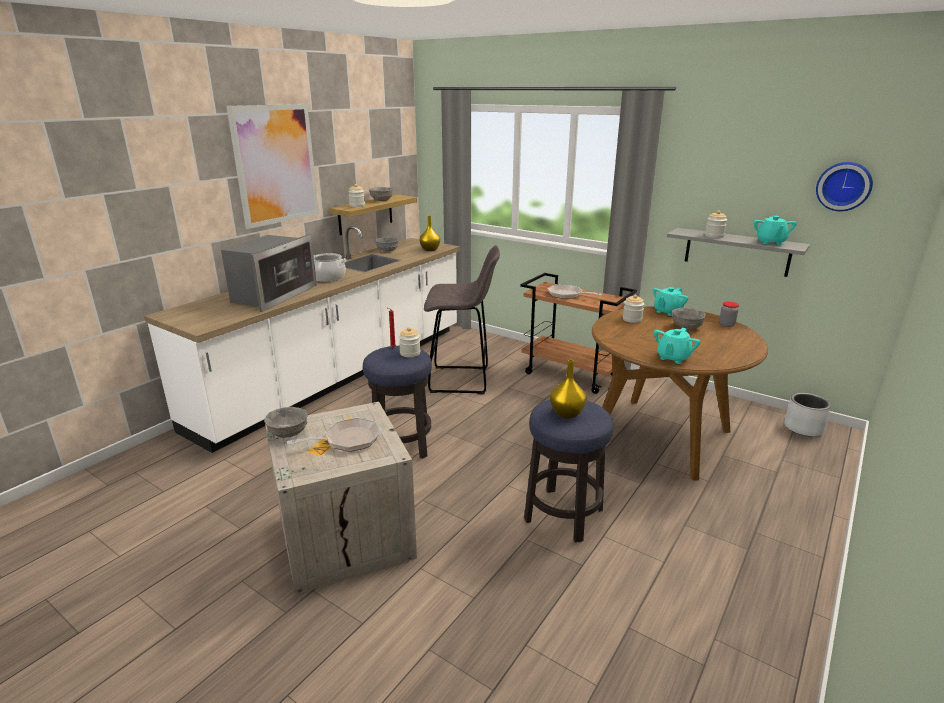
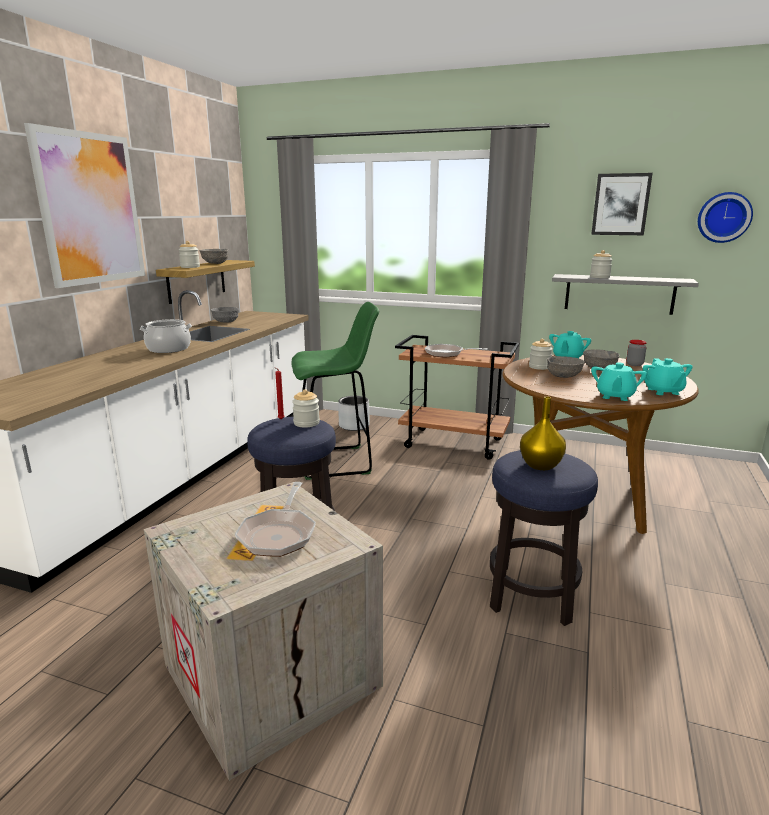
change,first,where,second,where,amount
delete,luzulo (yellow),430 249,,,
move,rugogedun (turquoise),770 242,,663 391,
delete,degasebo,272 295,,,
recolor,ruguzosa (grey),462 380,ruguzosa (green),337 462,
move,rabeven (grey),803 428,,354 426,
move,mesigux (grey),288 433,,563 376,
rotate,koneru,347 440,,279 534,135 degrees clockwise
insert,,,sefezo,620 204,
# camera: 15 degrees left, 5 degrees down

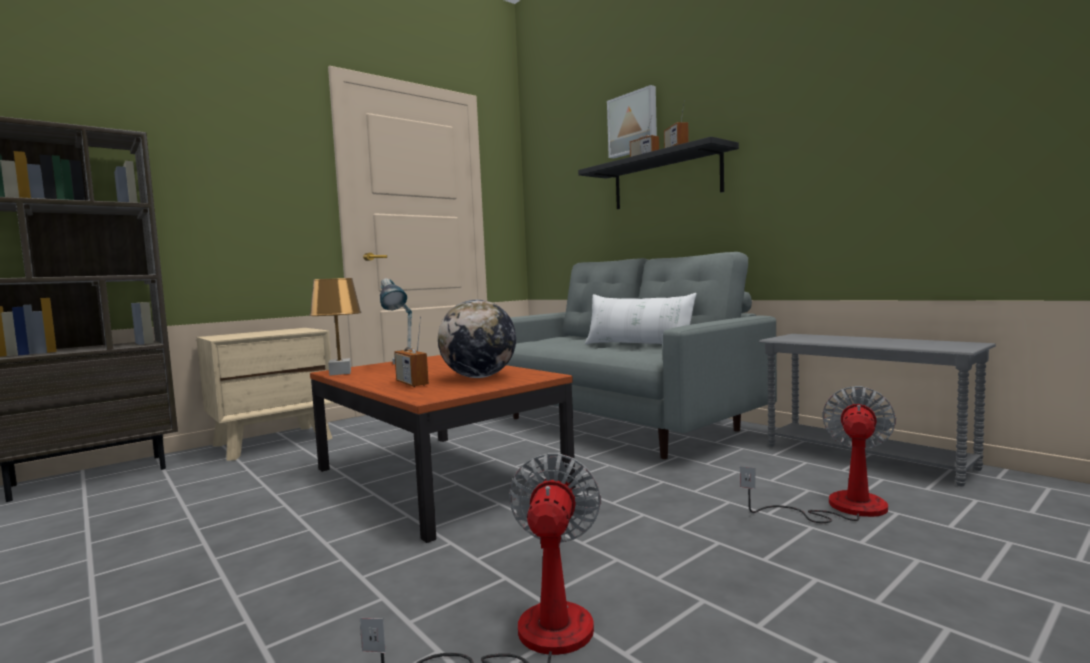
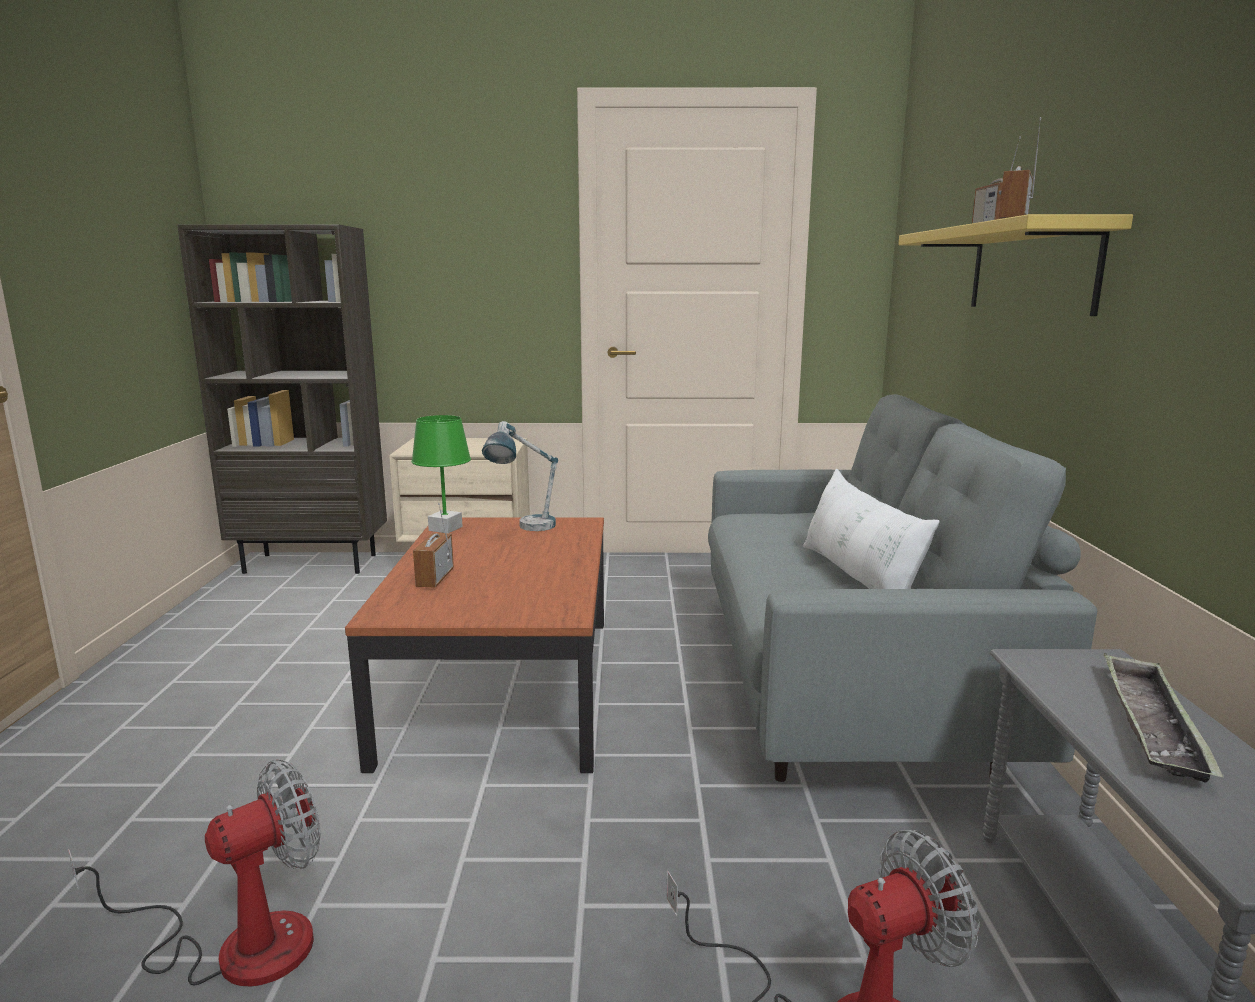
change,first,where,second,where,amount
delete,sefezo,633 124,,,
recolor,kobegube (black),665 180,kobegube (yellow),1031 269,
recolor,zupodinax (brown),340 373,zupodinax (green),445 529,
delete,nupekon,479 377,,,
insert,,,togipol,1151 724,
# camera: 40 degrees right, 10 degrees up

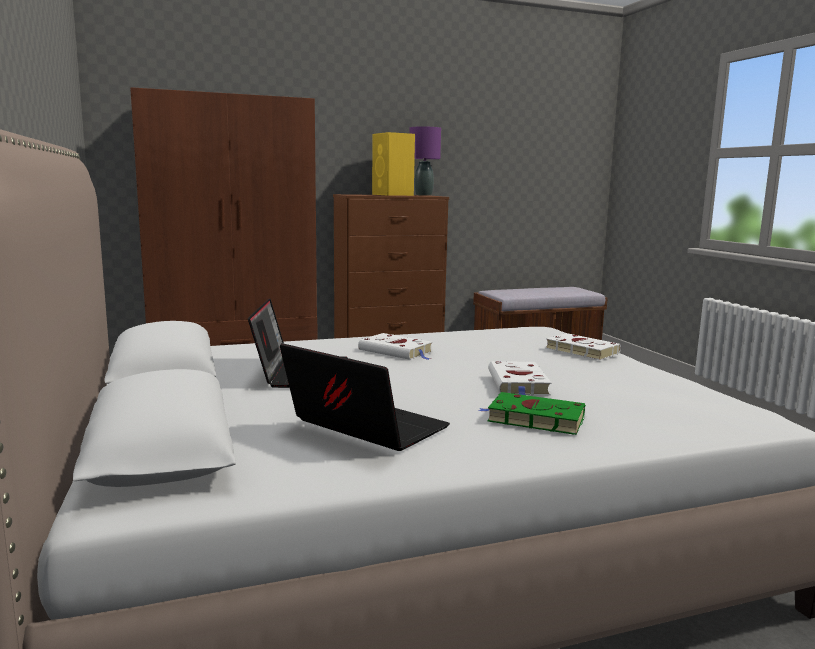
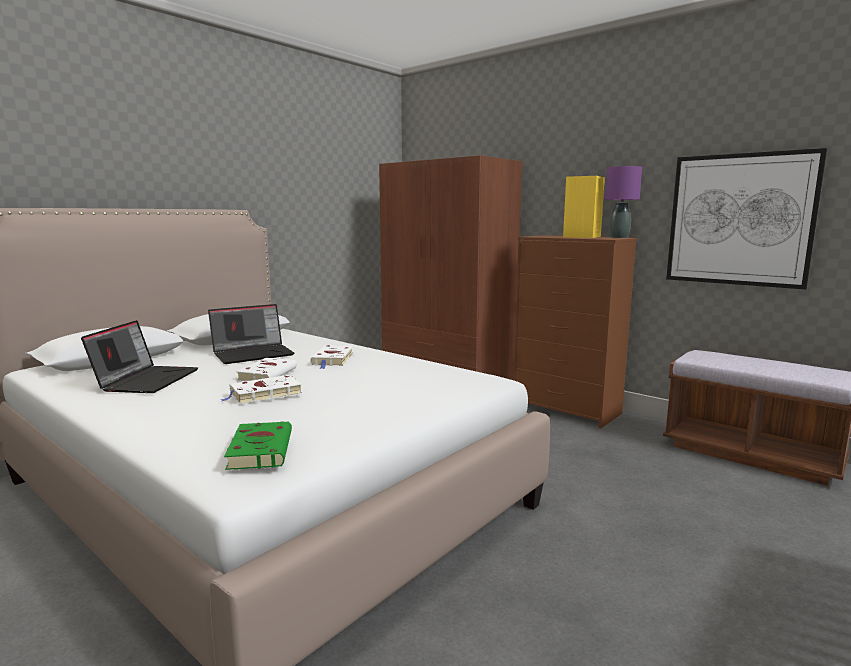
change,first,where,second,where,amount
move,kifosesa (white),579 351,,268 374,
move,kifosesa (green),533 419,,260 449,
insert,,,sefezo,739 220,
# camera: 60 degrees right, 0 degrees up

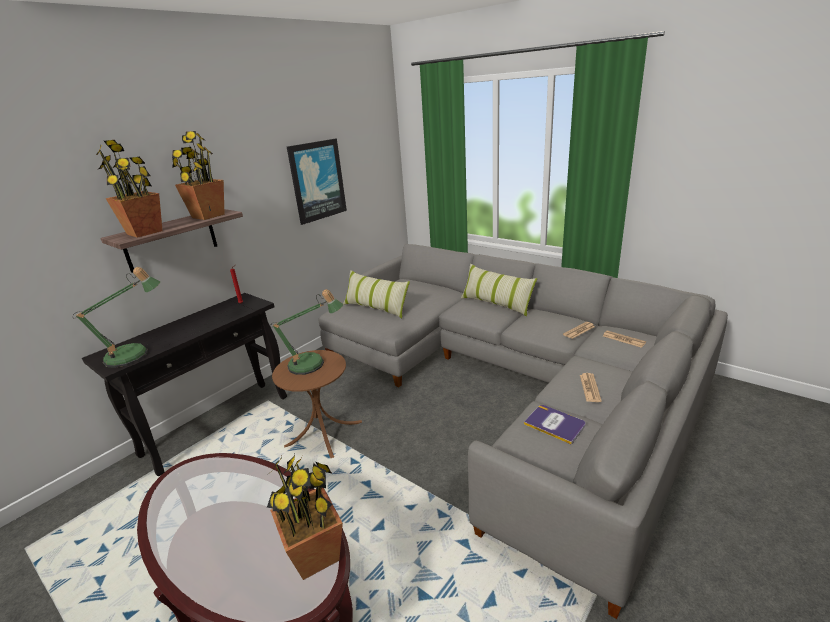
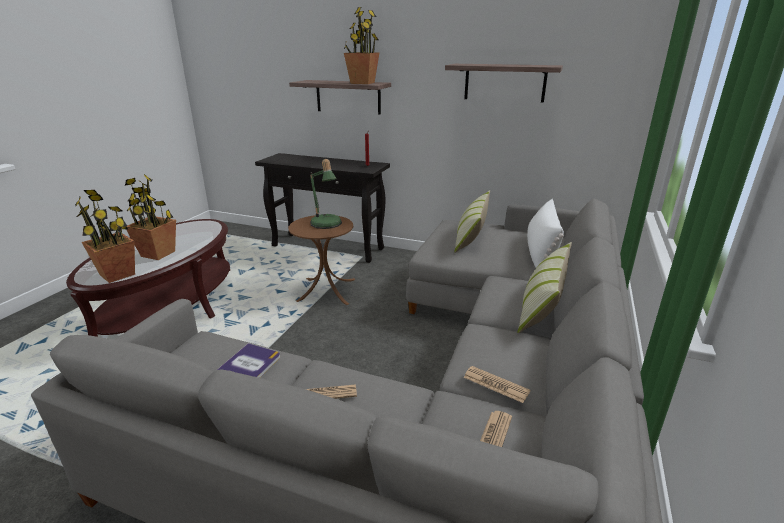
change,first,where,second,where,amount
replace,sefezo,317 181,kobegube,504 82,
move,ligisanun,145 232,,158 254,
delete,zupodinax,134 355,,,
insert,,,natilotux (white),541 251,
# camera: 70 degrees right, 0 degrees up

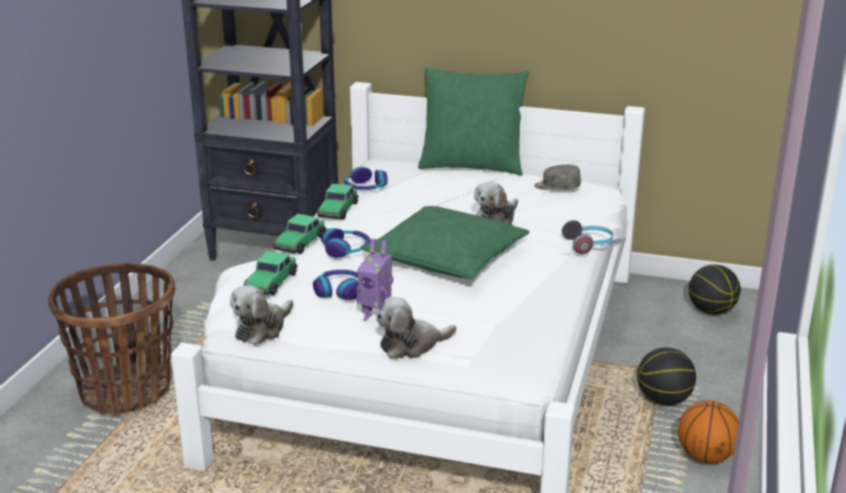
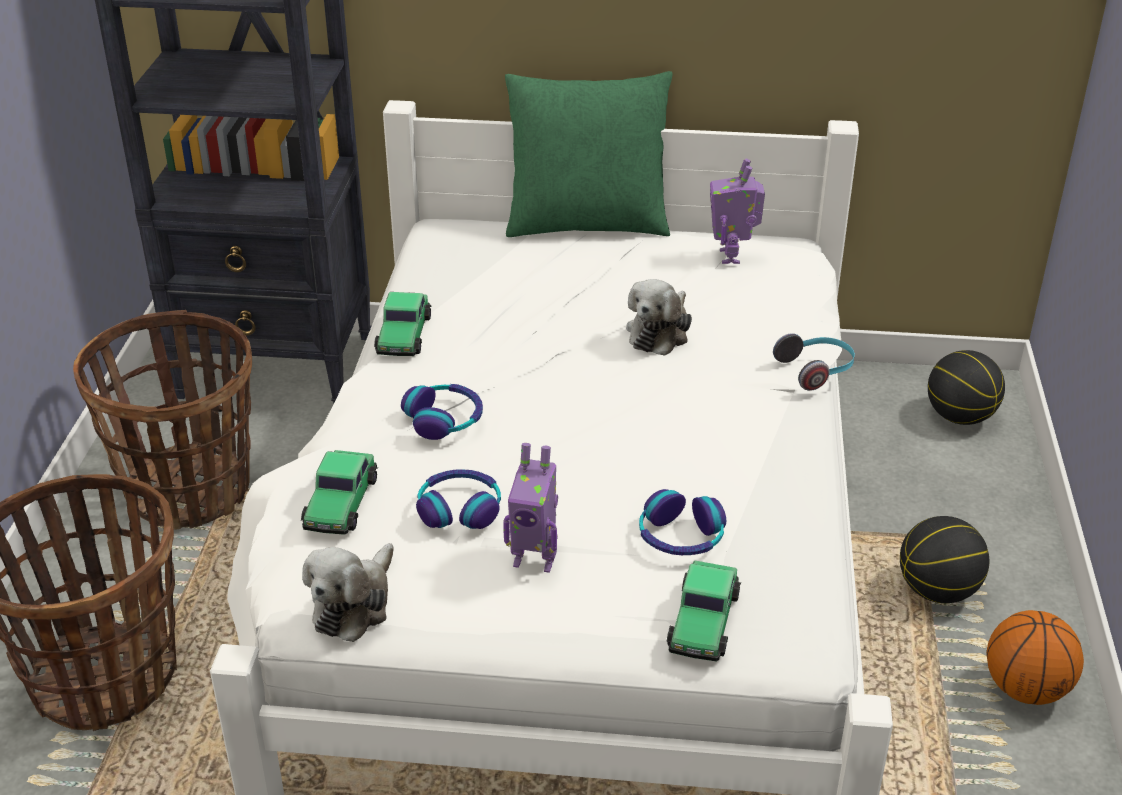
change,first,where,second,where,amount
replace,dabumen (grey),557 187,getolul,731 256,
move,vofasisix,365 187,,680 537,
delete,natilotux (green),446 257,,,
move,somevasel,300 242,,703 621,
delete,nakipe,412 345,,,
insert,,,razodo,189 490,
# camera: 10 degrees left, 10 degrees up

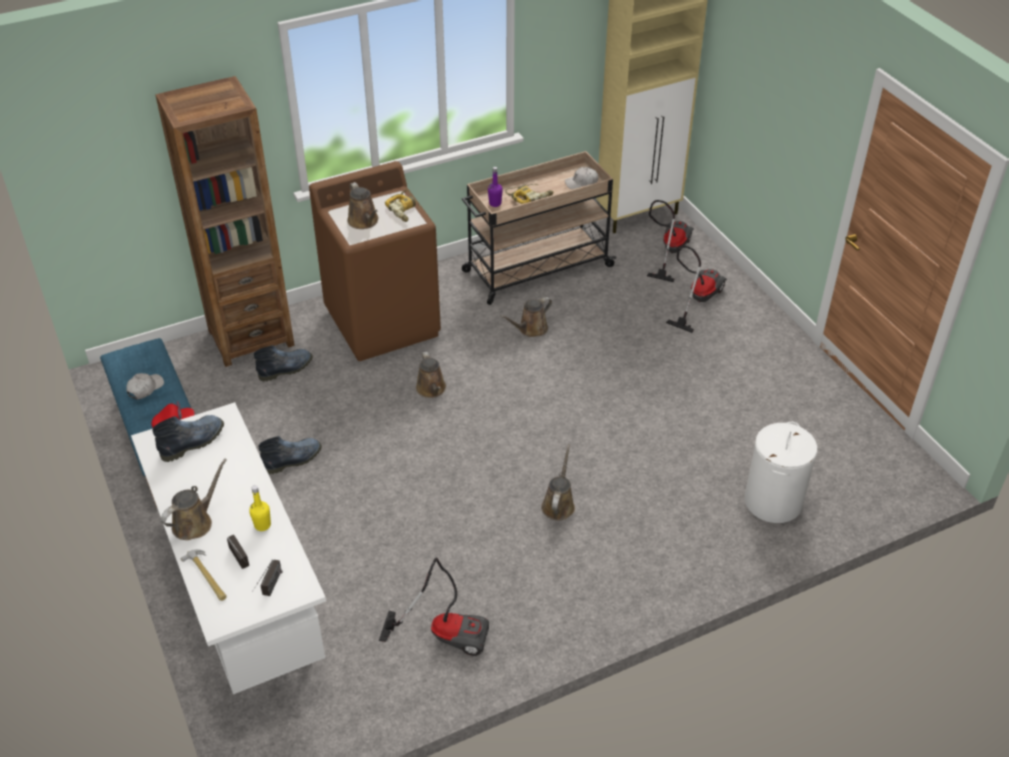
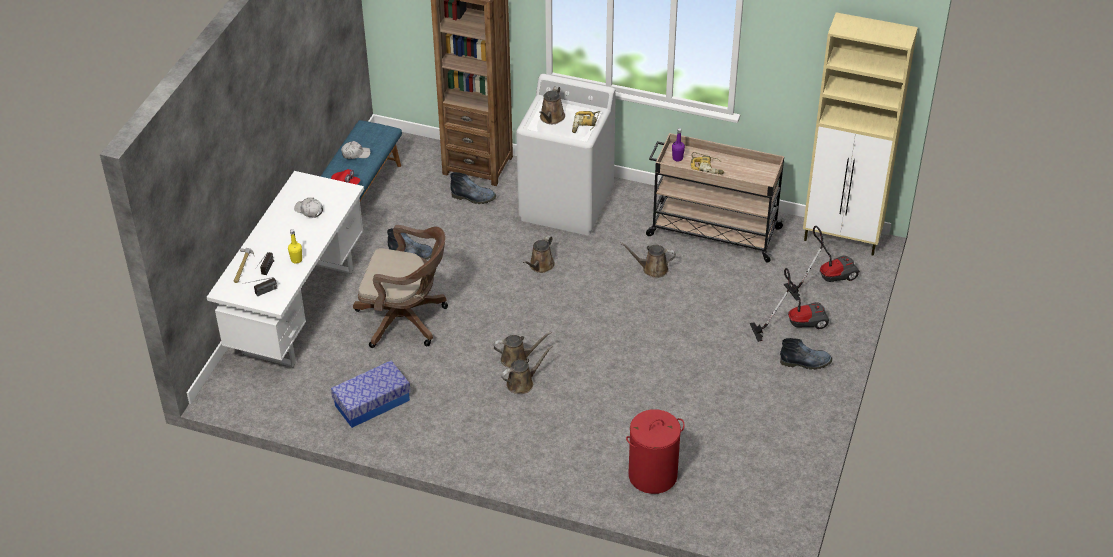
change,first,where,second,where,amount
recolor,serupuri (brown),383 322,serupuri (white),567 205,
move,dabumen (white),581 183,,309 210,
move,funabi,193 441,,806 362,
recolor,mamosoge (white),773 502,mamosoge (red),652 475,
move,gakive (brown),195 522,,517 359,
replace,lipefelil,445 633,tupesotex,372 403,
insert,,,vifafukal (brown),406 320,
# camera: 45 degrees right, 0 degrees up

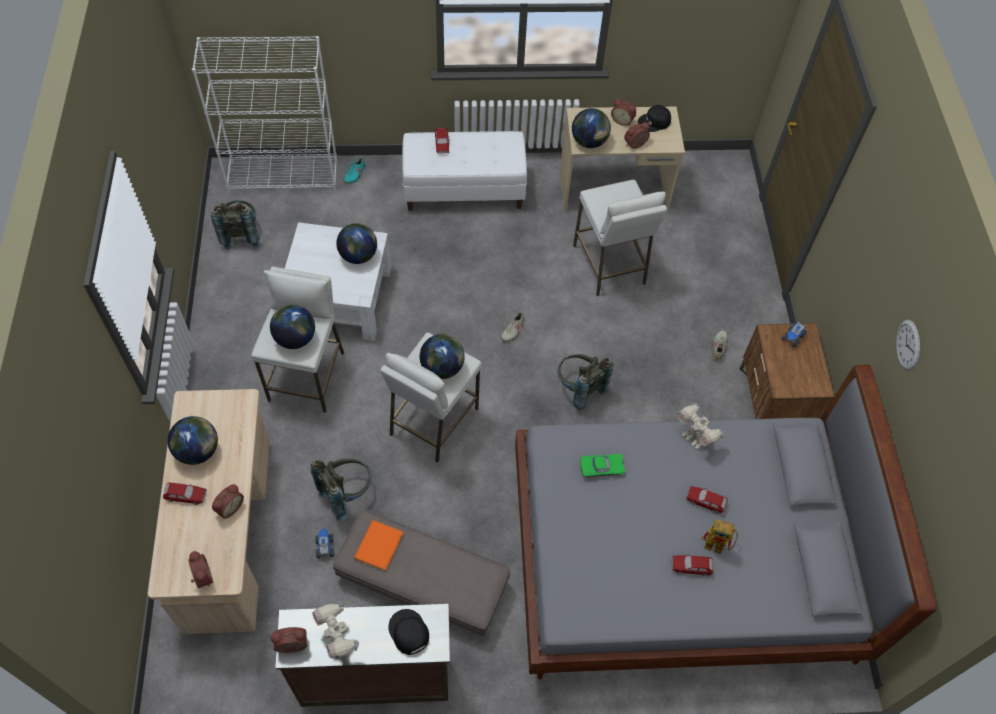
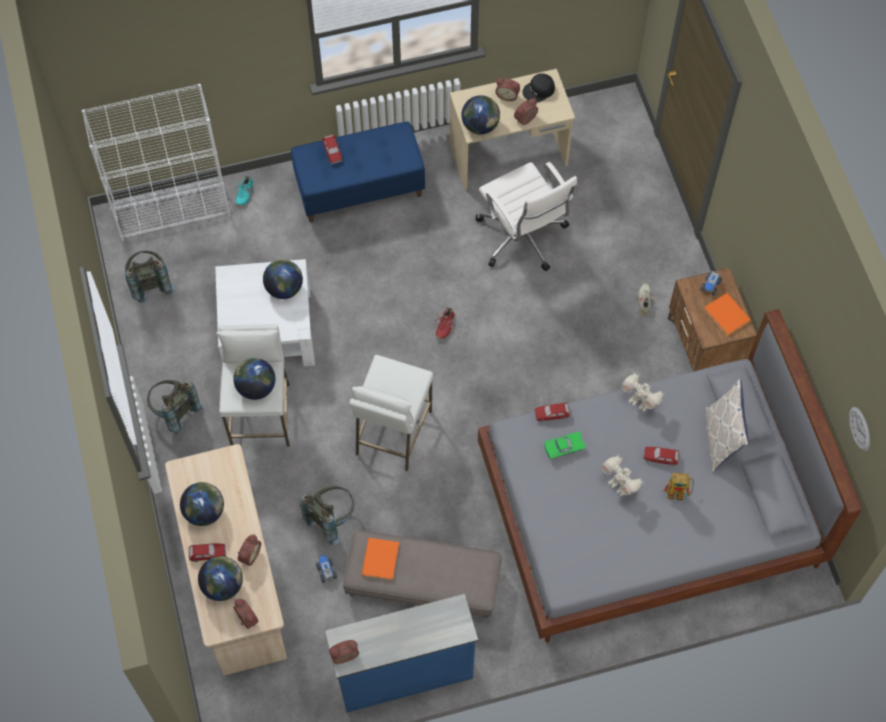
change,first,where,second,where,amount
recolor,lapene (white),464 190,lapene (blue),360 188,
replace,ruguzosa (white),609 265,vifafukal (white),522 238,
recolor,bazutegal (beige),512 330,bazutegal (red),444 326,
move,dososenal,908 345,,859 428,
move,nupekon,442 367,,223 585,
move,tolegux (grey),579 389,,174 412,
move,somevasel,691 566,,551 414,
move,getolul,338 640,,620 485,
recolor,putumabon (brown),374 677,putumabon (blue),403 673,
delete,dabumen (black),408 632,,,
insert,,,kifosesa (orange),727 313,
insert,,,natilotux,720 439,
# camera: 10 degrees left, 5 degrees up

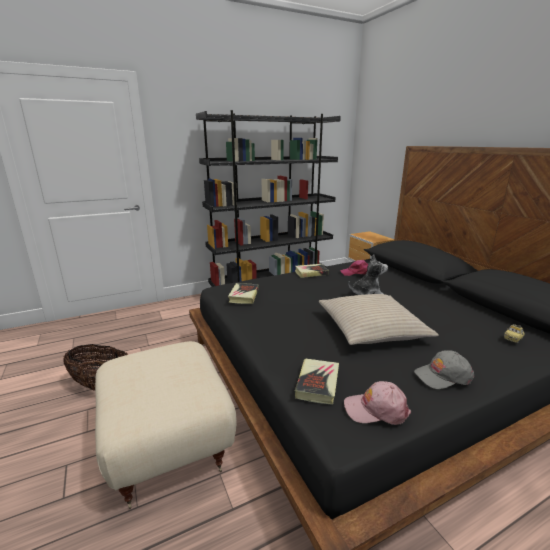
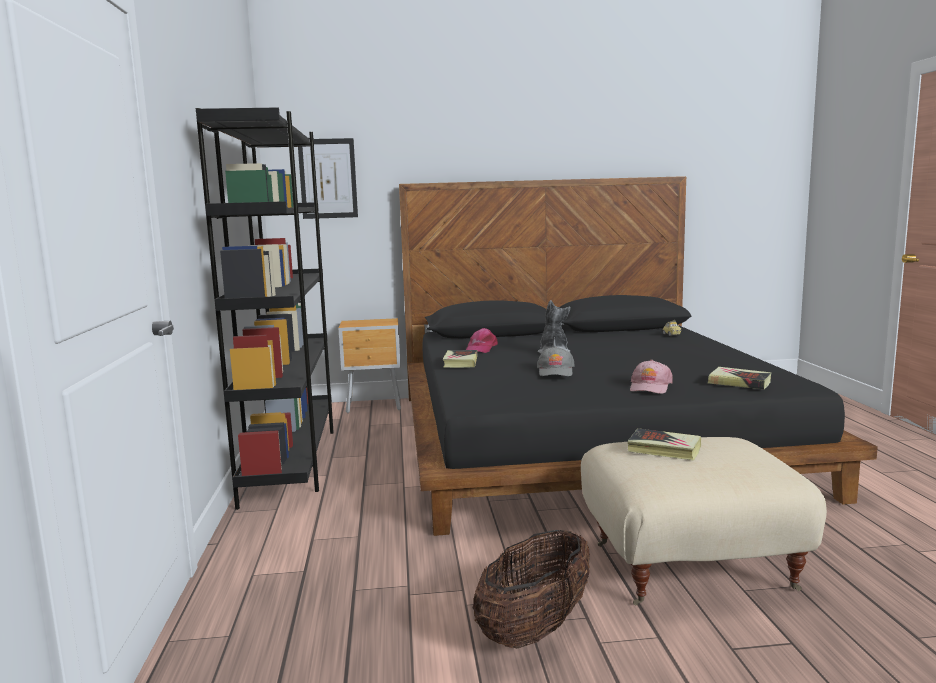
change,first,where,second,where,amount
move,kifosesa,244 296,,664 449,
delete,natilotux (beige),371 328,,,
move,dabumen (grey),442 376,,555 371,
move,dabumen (pink),376 409,,650 387,
insert,,,sefezo,328 178,
# camera: 70 degrees left, 10 degrees down

